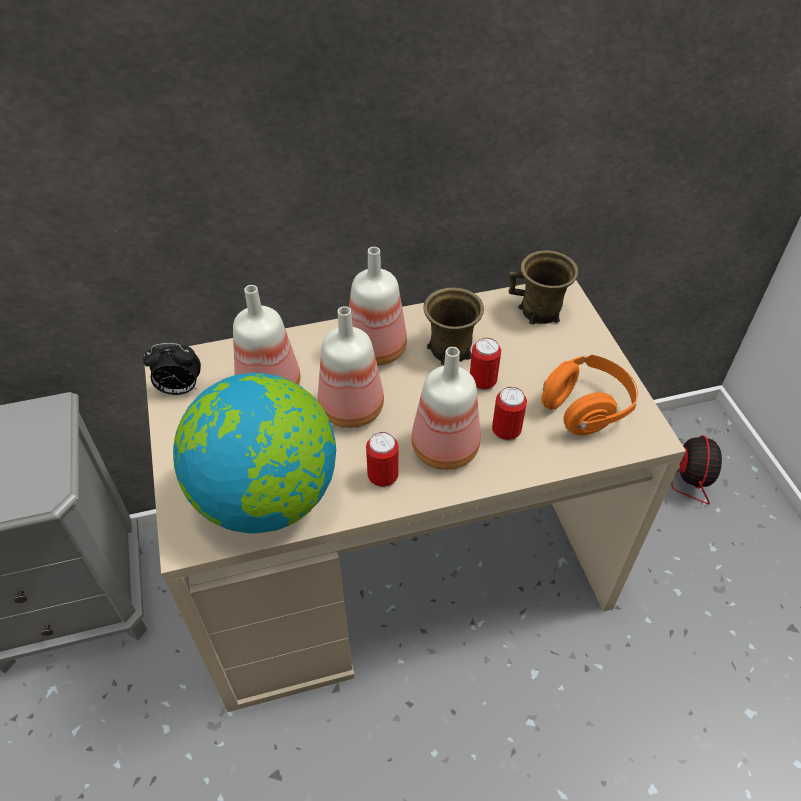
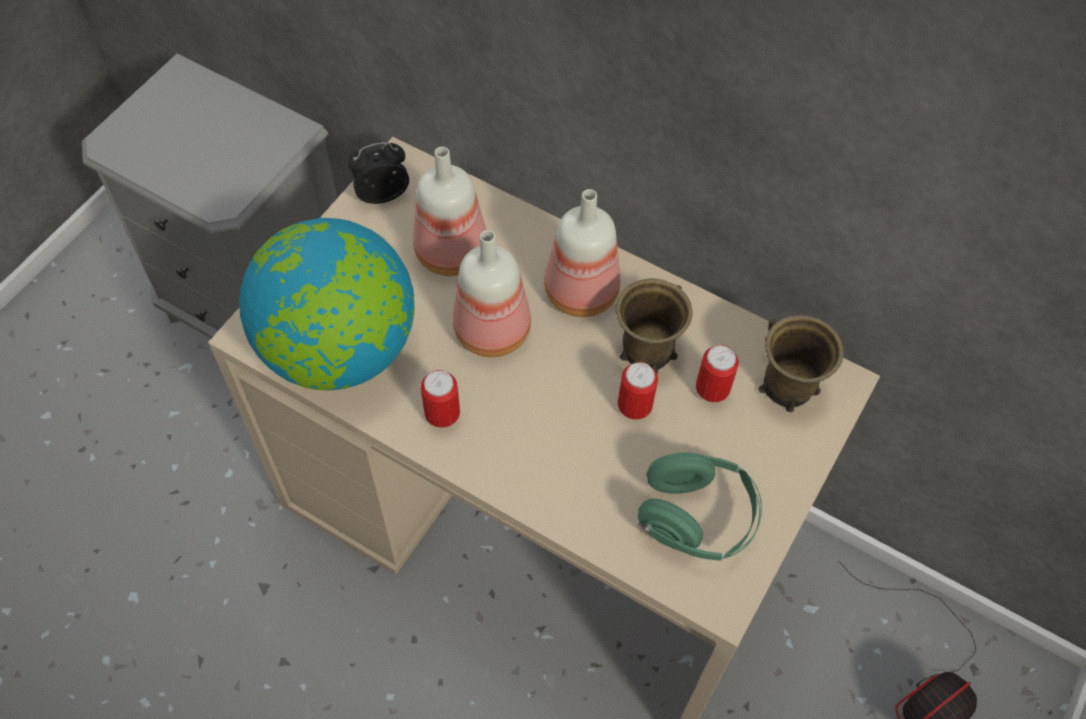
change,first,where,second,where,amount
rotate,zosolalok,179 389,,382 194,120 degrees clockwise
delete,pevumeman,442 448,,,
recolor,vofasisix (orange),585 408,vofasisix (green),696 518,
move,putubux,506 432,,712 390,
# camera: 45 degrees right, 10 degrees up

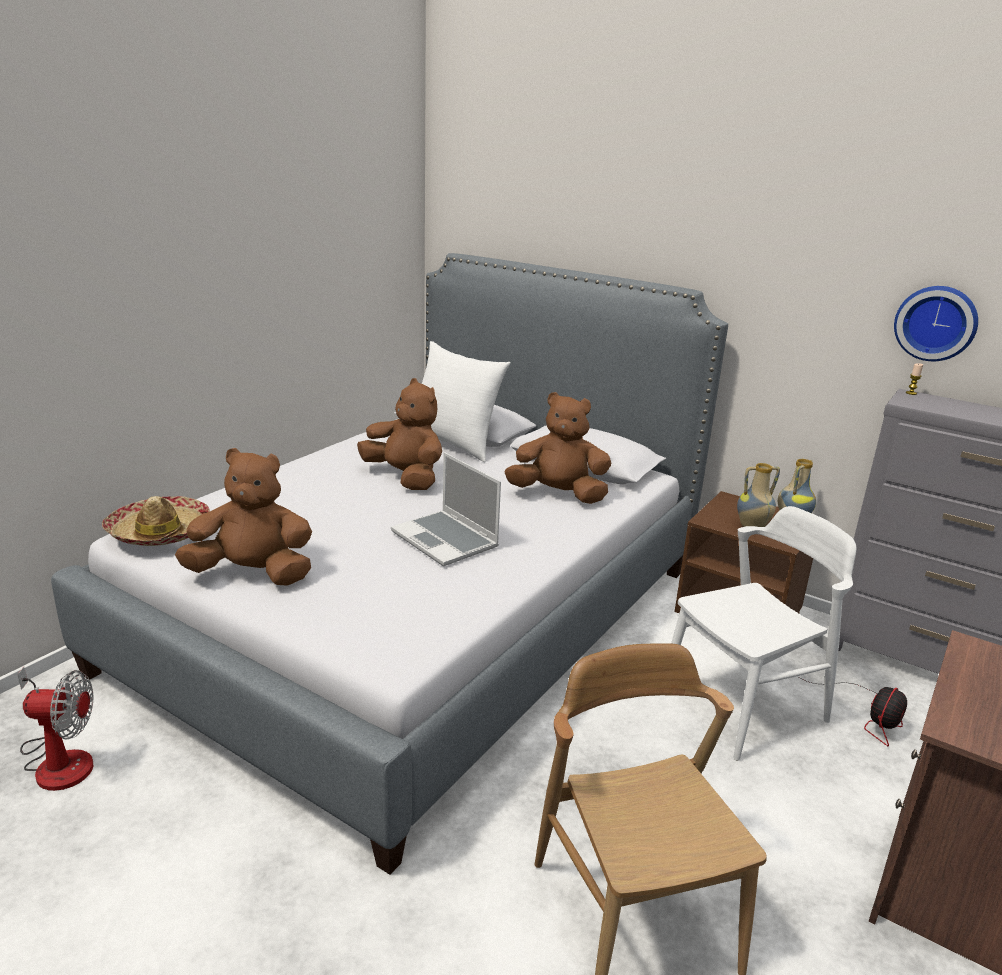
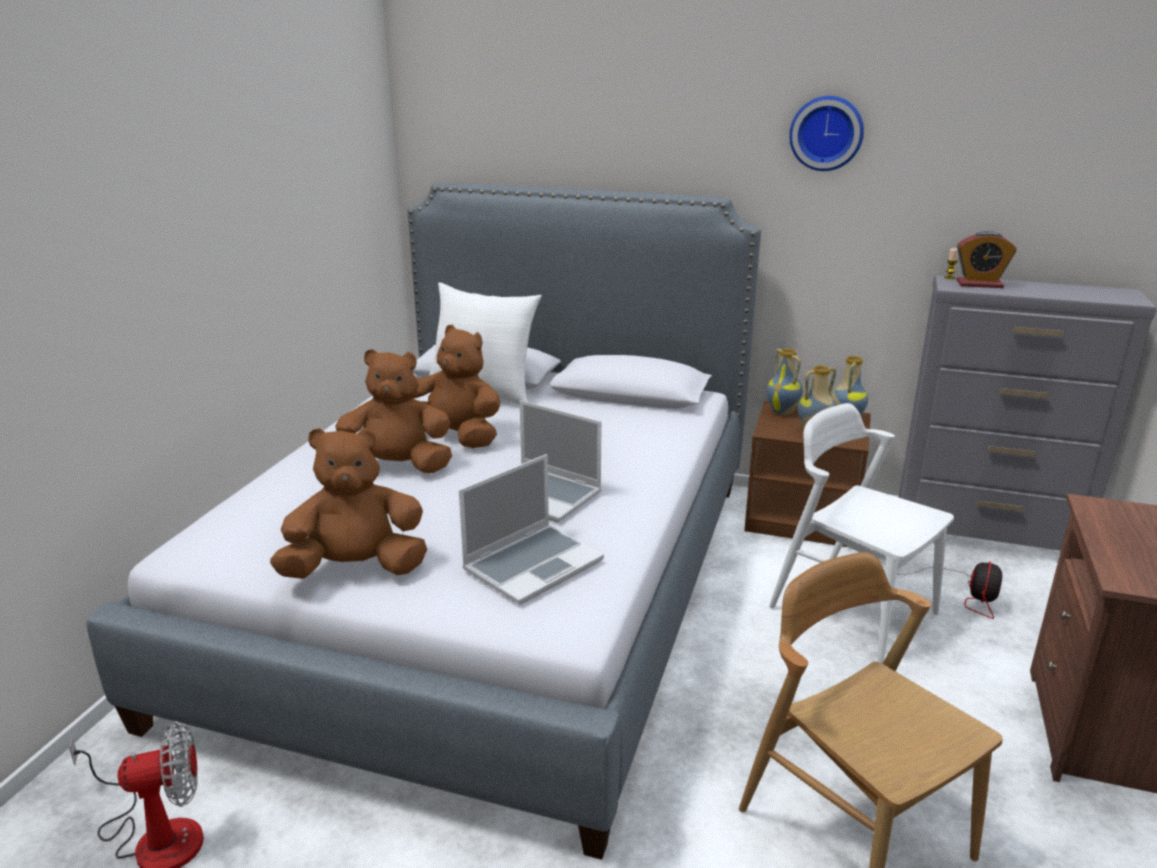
change,first,where,second,where,amount
move,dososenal,936 322,,826 133,
move,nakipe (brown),558 494,,395 467,
delete,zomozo,159 532,,,
rotate,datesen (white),744 706,,852 609,90 degrees counterclockwise
insert,,,zosolalok,979 284,
insert,,,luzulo,783 412,
insert,,,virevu,533 564,
# camera: 15 degrees left, 0 degrees up

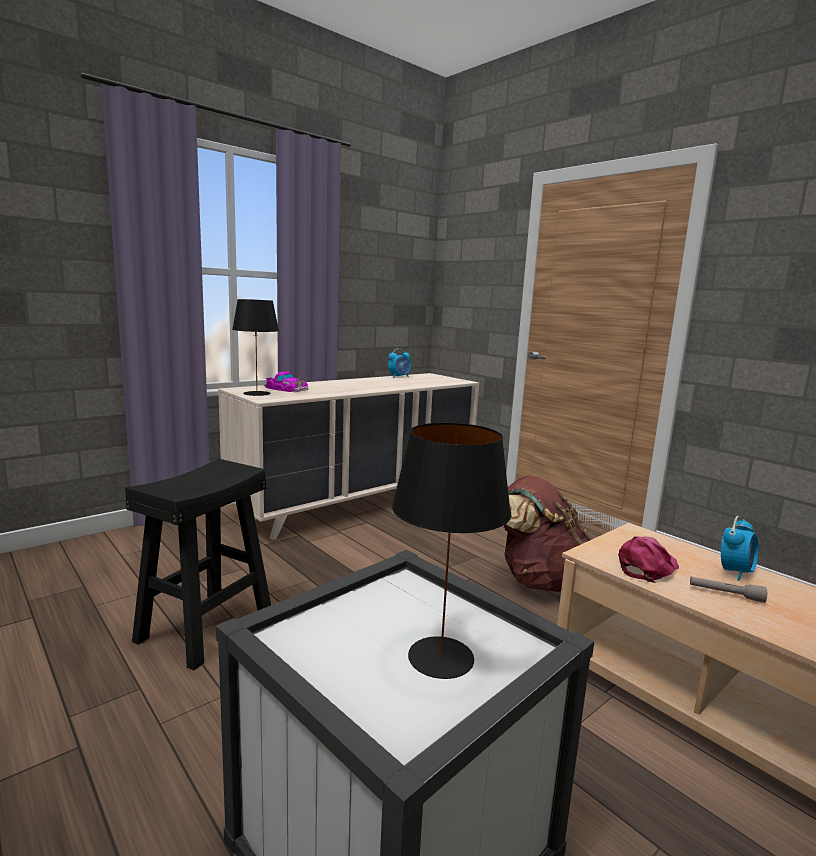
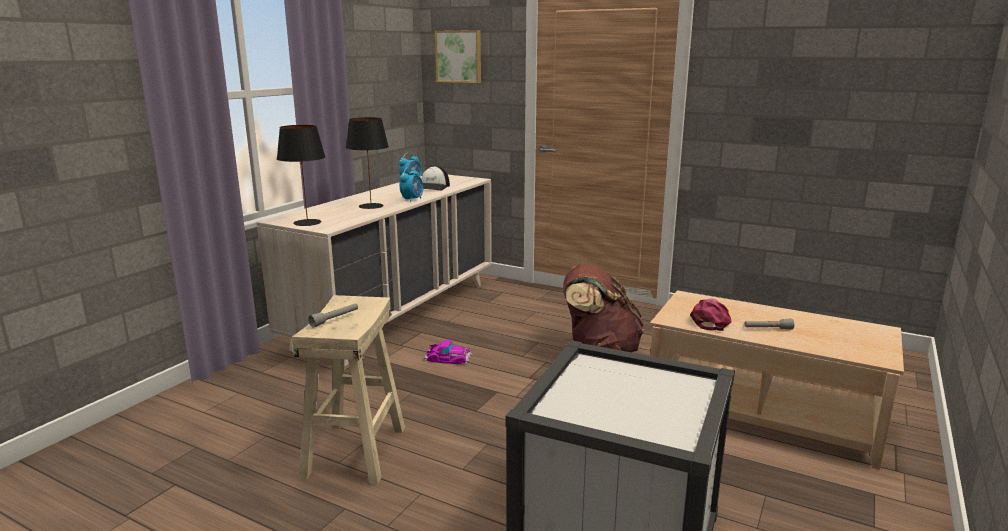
change,first,where,second,where,amount
move,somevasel,286 389,,448 358,
move,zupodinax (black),442 658,,371 206,
recolor,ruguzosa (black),206 628,ruguzosa (beige),356 451,
move,zosolalok,735 572,,412 200,
insert,,,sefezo,459 56,
insert,,,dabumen,433 187,
insert,,,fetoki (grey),335 319,
# camera: 20 degrees left, 5 degrees up

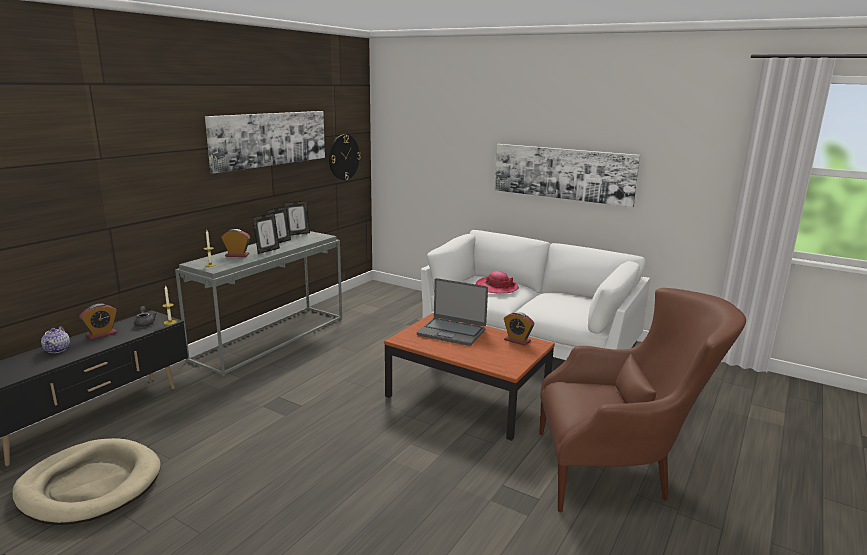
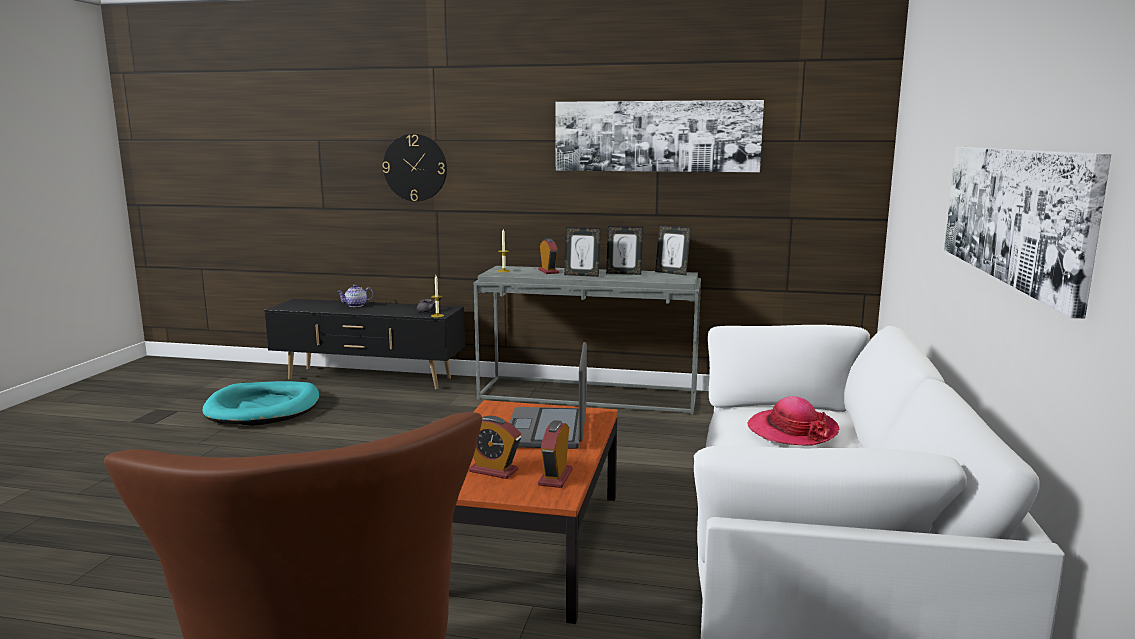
change,first,where,second,where,amount
move,dososenal,343 157,,415 167,
move,zosolalok,101 334,,493 471,
recolor,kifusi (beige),90 485,kifusi (turquoise),264 408,
# camera: 70 degrees right, 5 degrees down

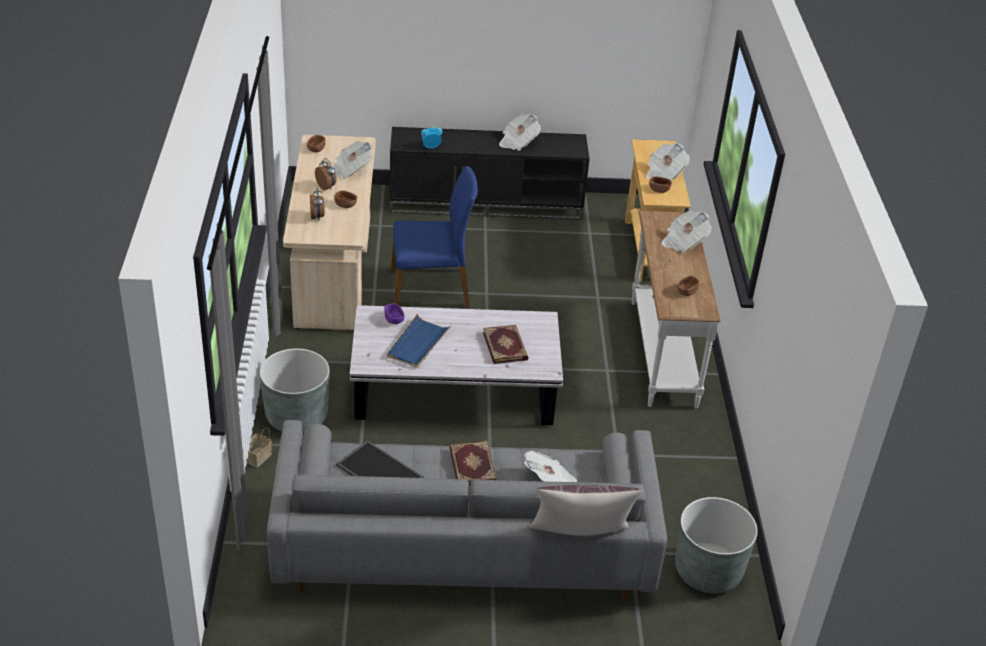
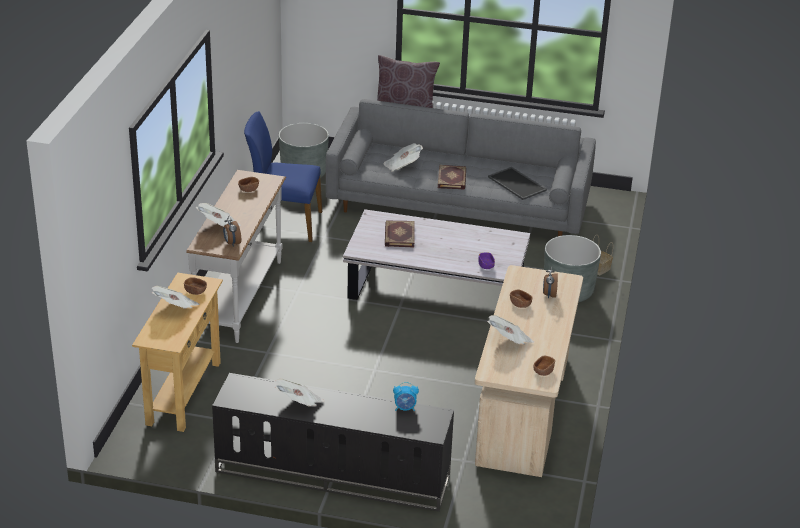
change,first,where,second,where,amount
move,zosolalok,326 187,,232 243,
move,datesen (blue),431 289,,283 223,
delete,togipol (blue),418 344,,,
# camera: 165 degrees left, 5 degrees down

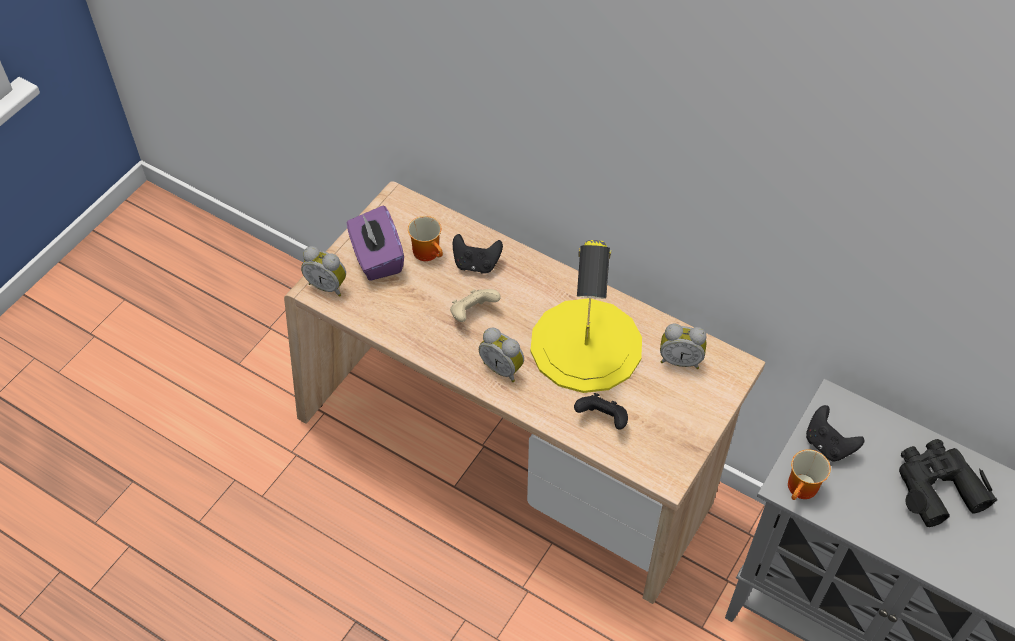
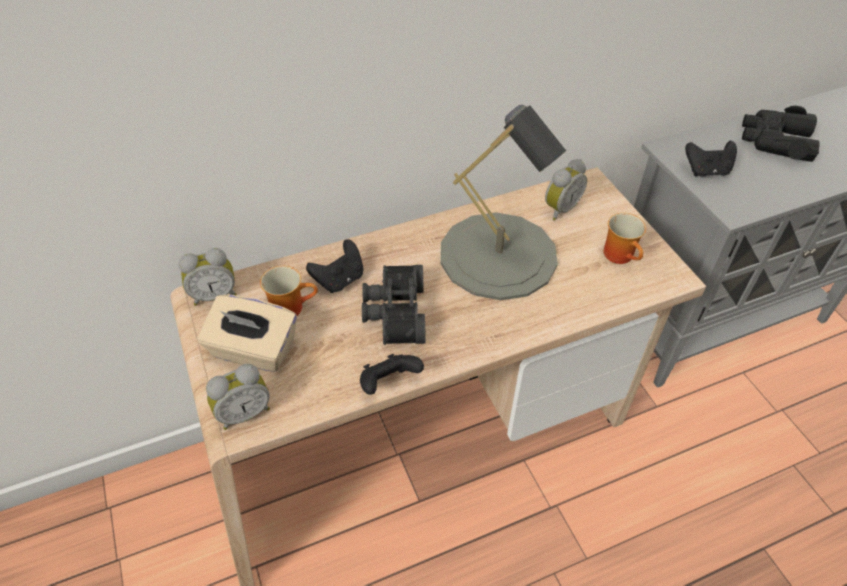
change,first,where,second,where,amount
recolor,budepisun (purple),377 258,budepisun (beige),253 351,
recolor,zupodinax (yellow),586 345,zupodinax (grey),498 255,
replace,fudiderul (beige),472 313,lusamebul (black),394 312,
move,zosolalok,503 368,,214 295,
move,fudiderul (black),602 419,,389 383,
move,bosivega,803 490,,622 255,
# camera: 55 degrees left, 5 degrees down

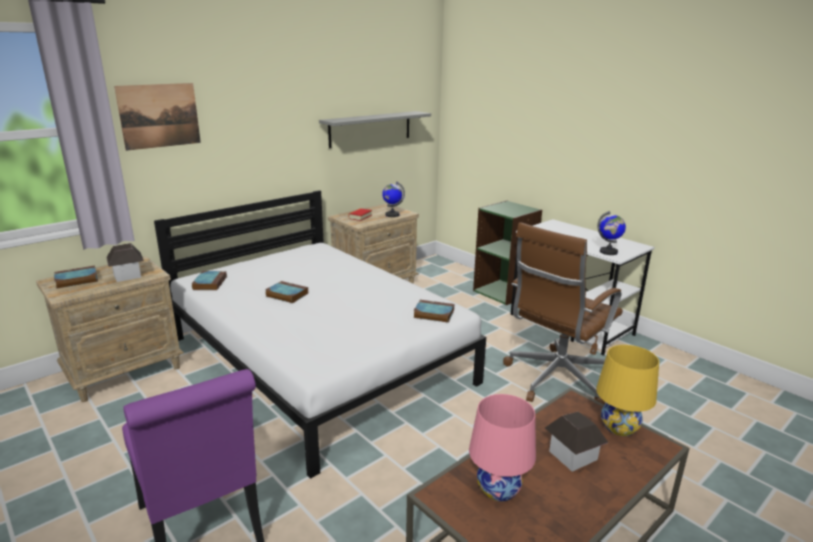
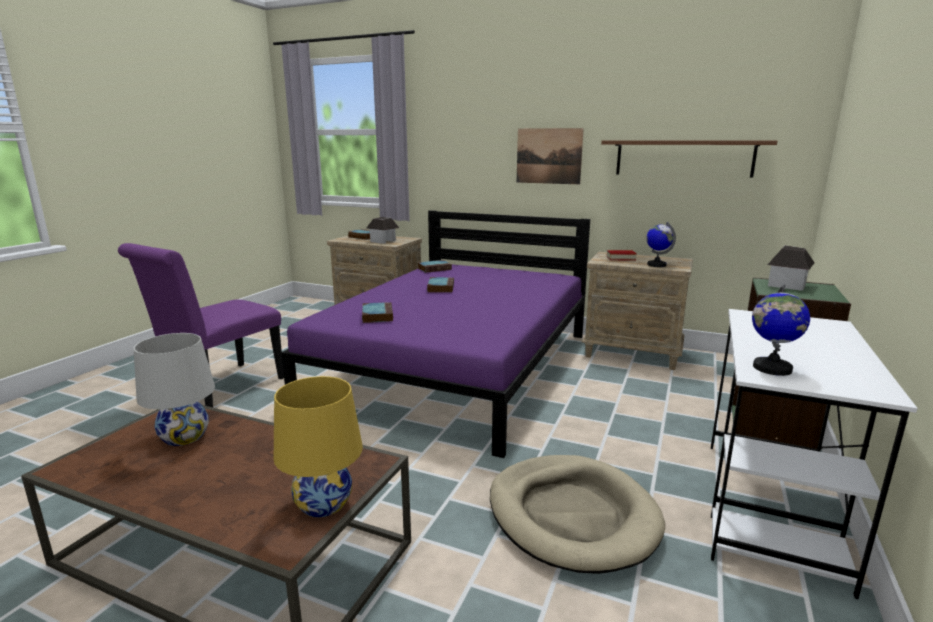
change,first,where,second,where,amount
move,sefezo,159 116,,548 156,
recolor,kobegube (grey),370 129,kobegube (brown),683 158,
recolor,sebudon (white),319 360,sebudon (purple),457 367,
replace,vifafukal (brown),555 379,kifusi (beige),572 515,
move,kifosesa,432 314,,377 315,
recolor,zupodinax (pink),498 489,zupodinax (white),184 437,
move,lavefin,572 455,,786 285,
# camera: 65 degrees right, 5 degrees down

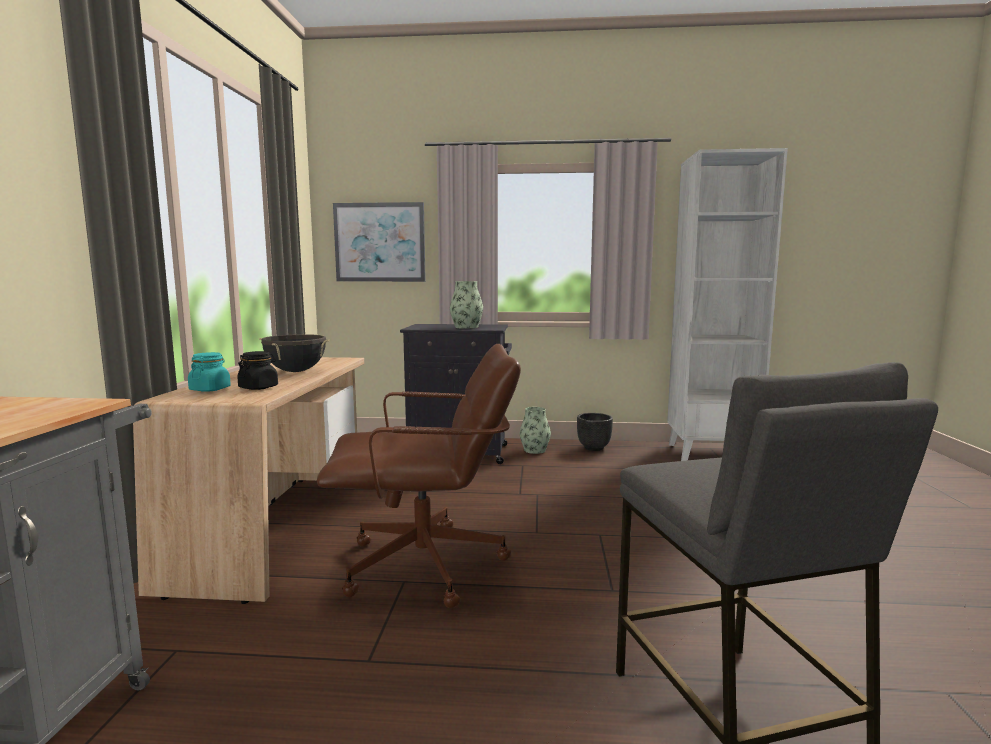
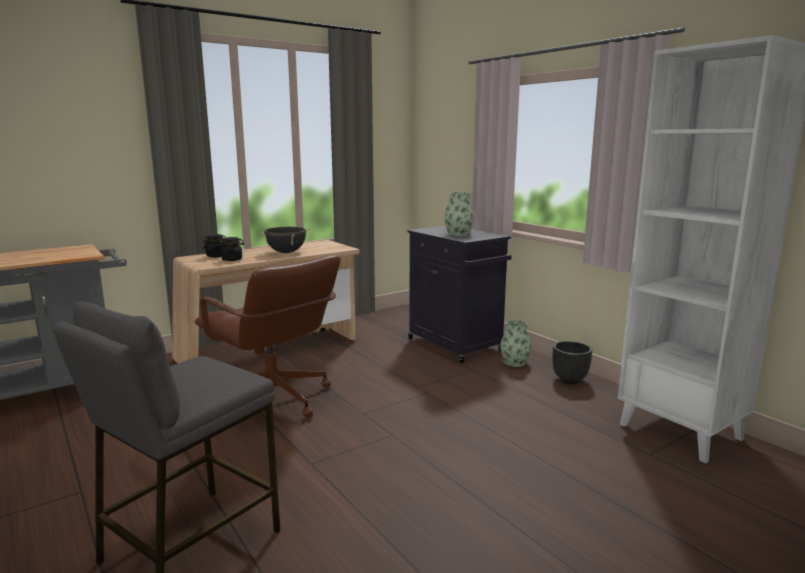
change,first,where,second,where,amount
delete,sefezo,380 242,,,
recolor,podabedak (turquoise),210 389,podabedak (black),216 256,
# camera: 50 degrees right, 5 degrees up

